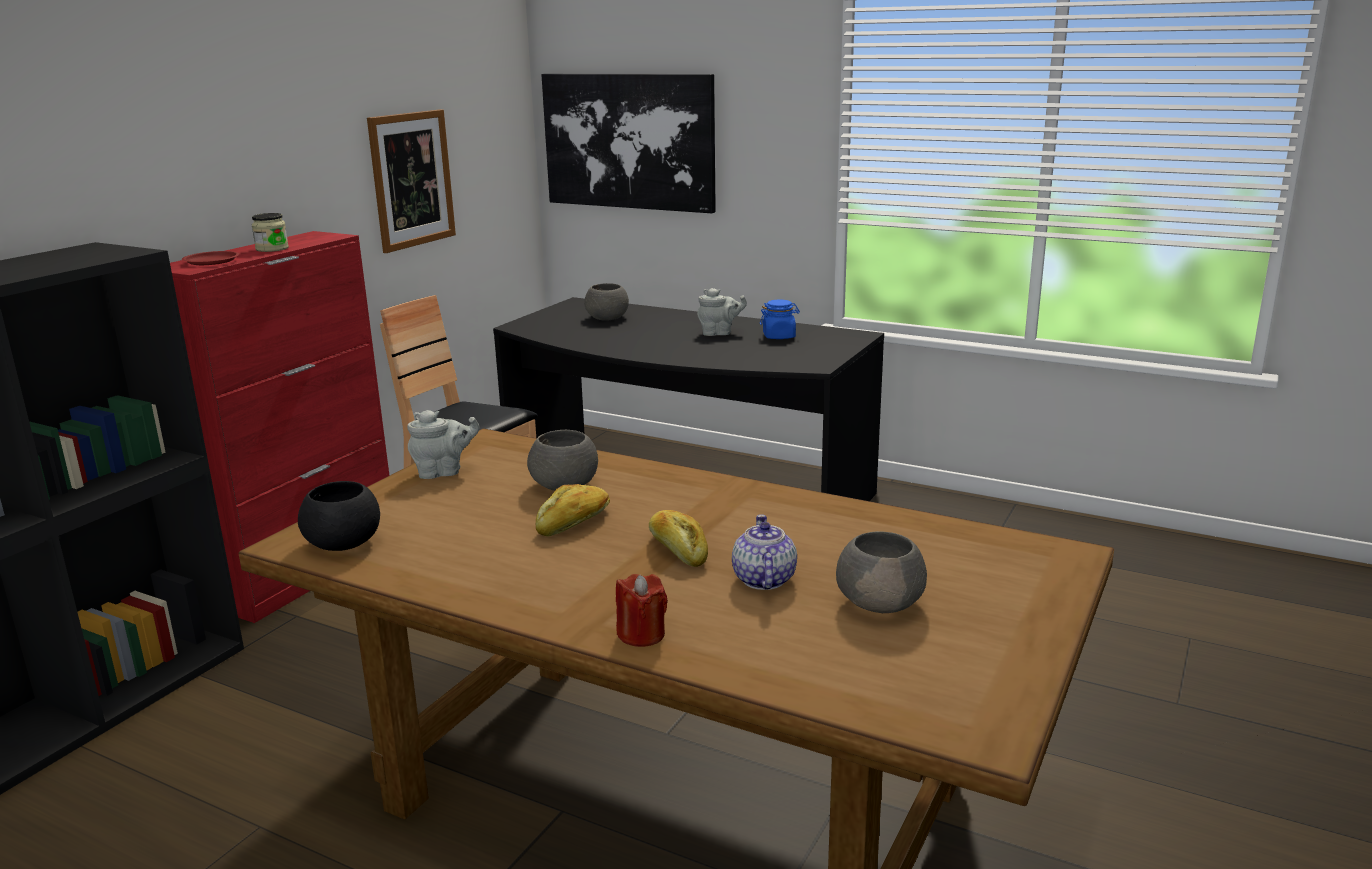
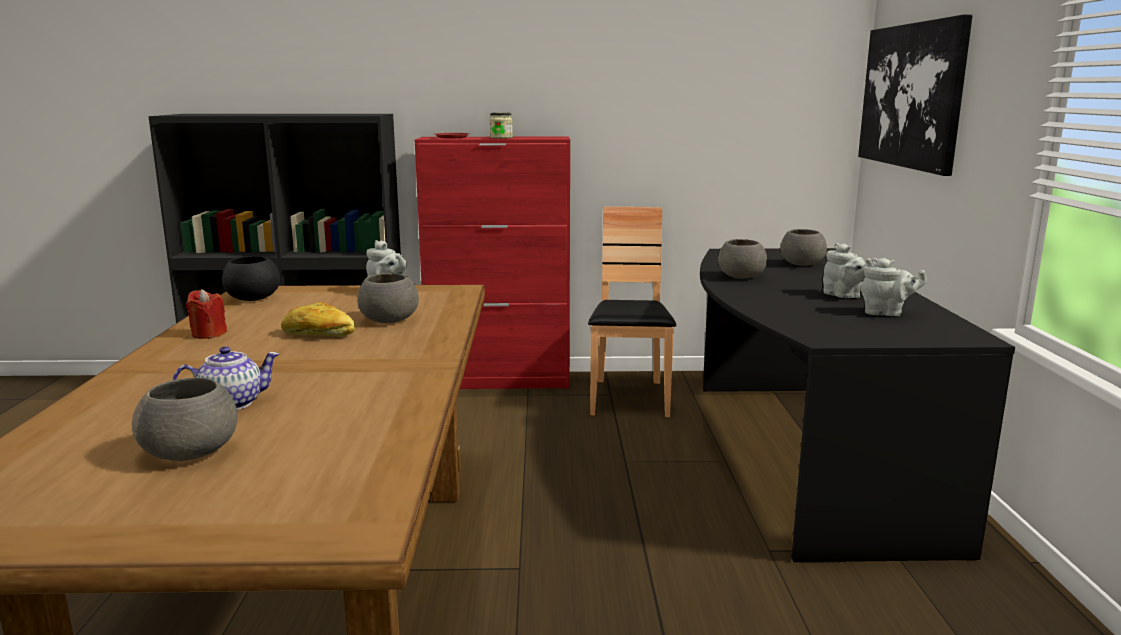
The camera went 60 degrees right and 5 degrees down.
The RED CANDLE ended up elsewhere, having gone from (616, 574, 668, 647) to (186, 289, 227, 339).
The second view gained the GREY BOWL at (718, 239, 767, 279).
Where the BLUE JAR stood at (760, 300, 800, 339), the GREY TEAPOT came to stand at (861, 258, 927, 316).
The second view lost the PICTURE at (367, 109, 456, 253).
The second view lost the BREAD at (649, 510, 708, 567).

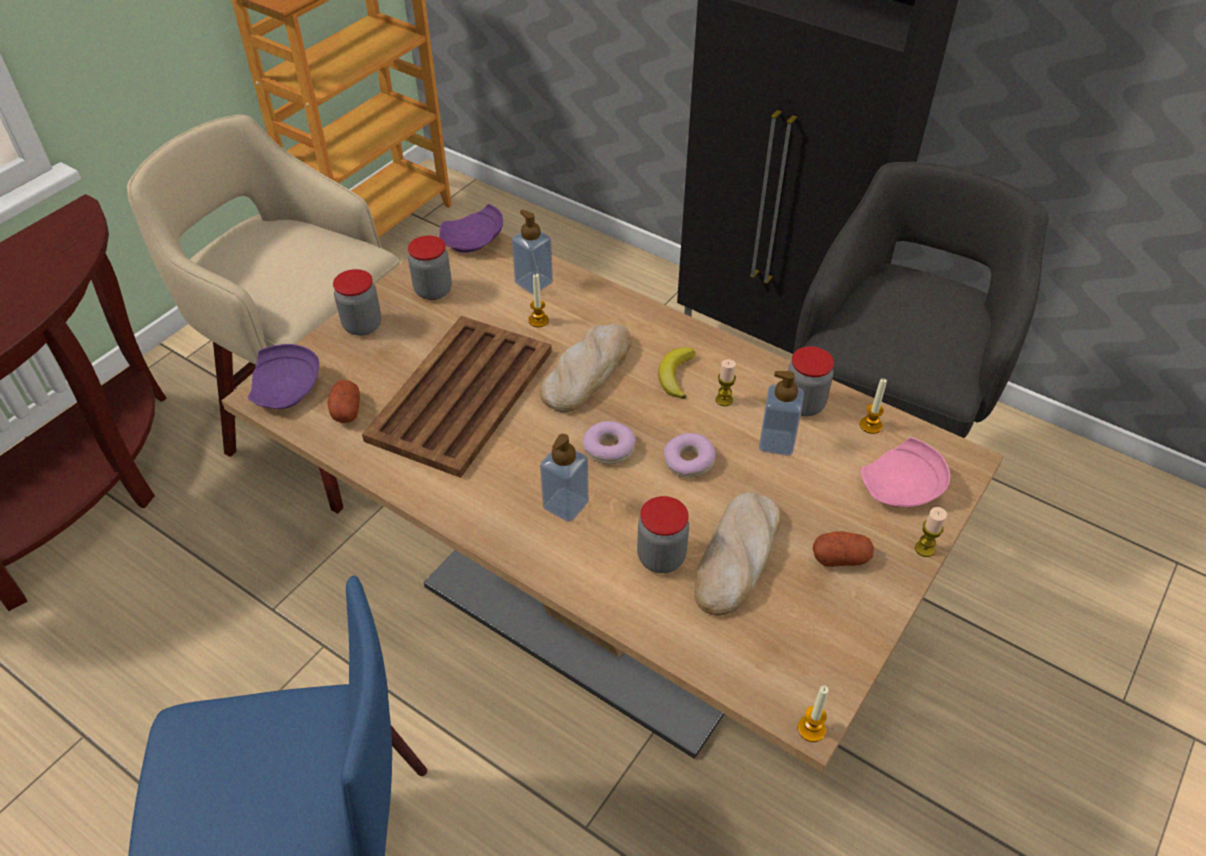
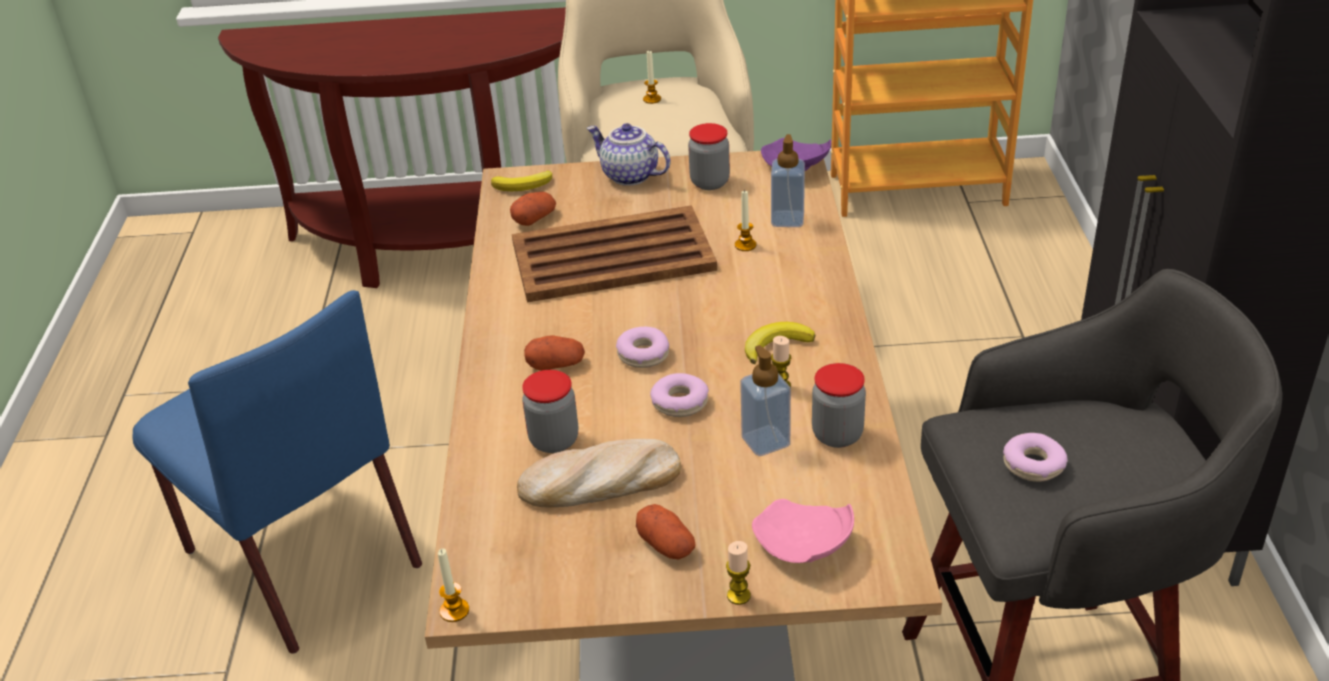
The camera went 55 degrees right and 10 degrees down.
Where the PURPLE PLATE stood at (248, 344, 319, 409), the BANANA came to stand at (491, 171, 552, 191).
Where the SOAP DISPENSER stood at (540, 434, 589, 522), the POTATO came to stand at (524, 335, 585, 371).
Where the JAR stood at (333, 269, 381, 336), the TEAPOT came to stand at (587, 123, 670, 186).
The CANDLE ended up elsewhere, having gone from (860, 379, 887, 434) to (643, 51, 661, 104).
The second view gained the DONUT at (1003, 433, 1068, 482).
The second view lost the BREAD at (540, 324, 632, 412).

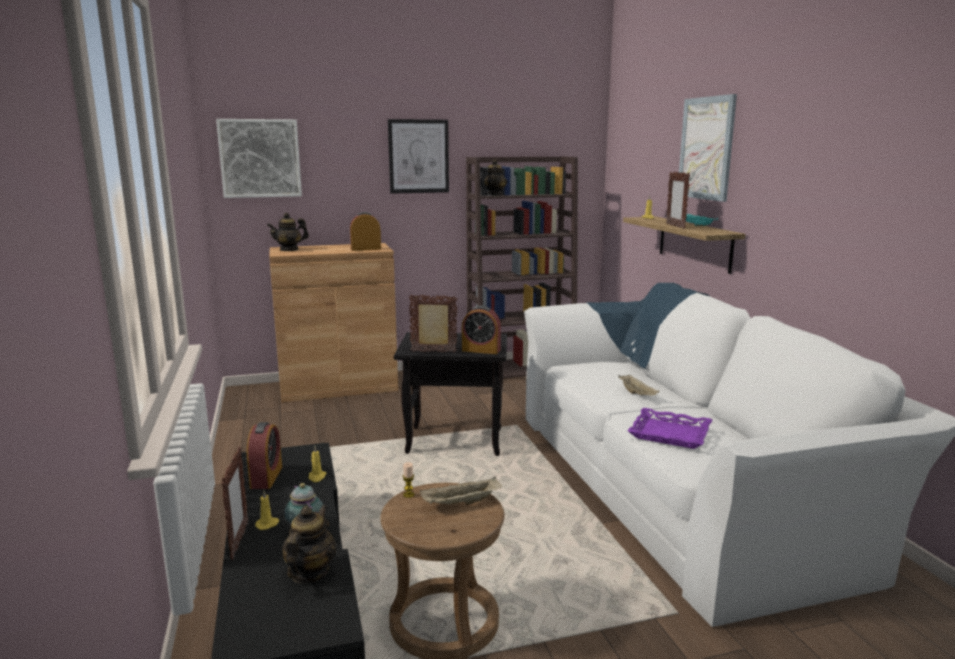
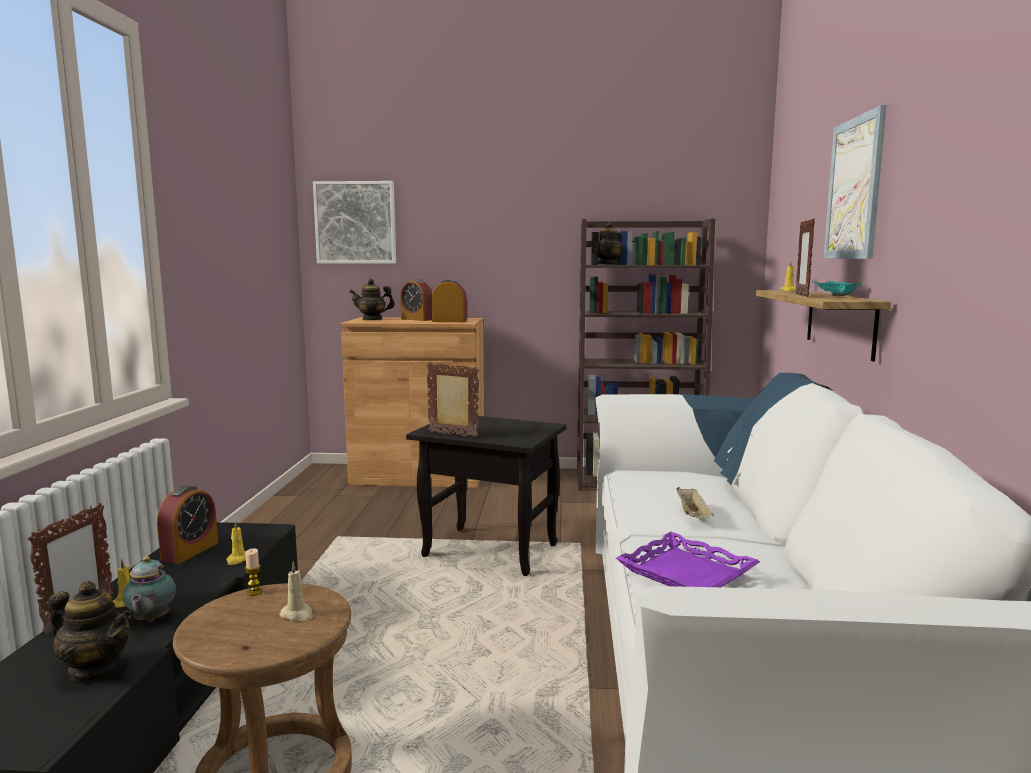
The camera went 20 degrees right and 5 degrees down.
The TEAPOT at (282, 505, 337, 584) ended up facing another way, 75 degrees clockwise from before.
Where the BEIGE TRAY stood at (420, 477, 502, 505), the BEIGE CANDLE came to stand at (279, 561, 312, 621).
The ALARM CLOCK ended up elsewhere, having gone from (462, 306, 501, 354) to (400, 279, 432, 321).
The second view lost the PICTURE at (388, 119, 449, 194).

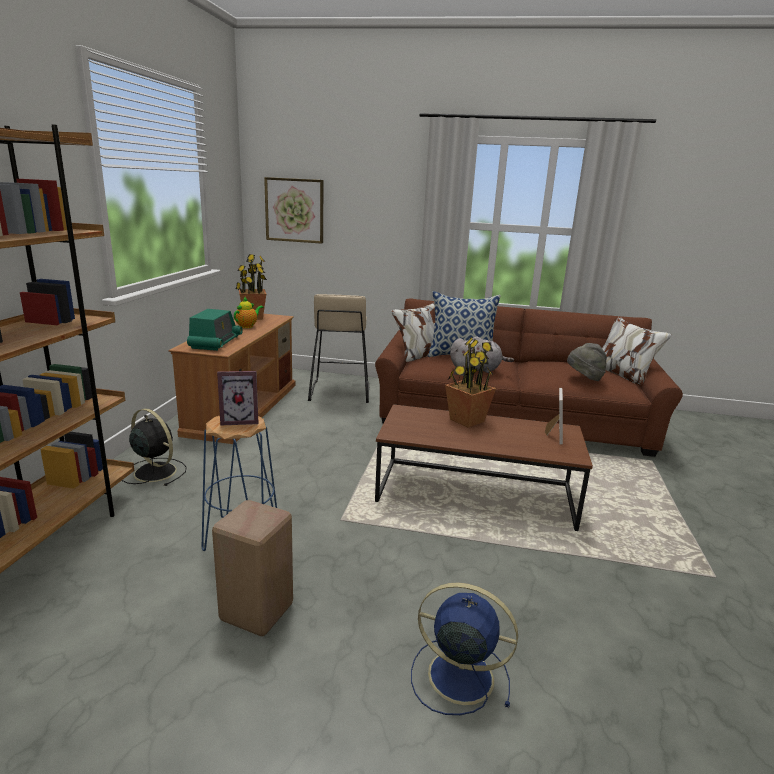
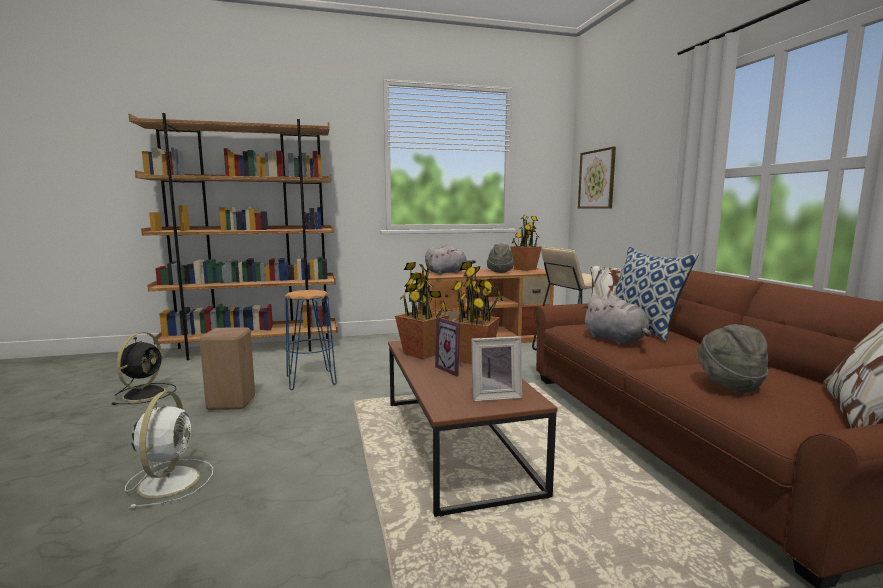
The camera went 65 degrees right and 10 degrees down.
The BLACK FAN ended up elsewhere, having gone from (122, 408, 186, 486) to (112, 332, 176, 405).
What was the BLUE FAN at (411, 582, 518, 715) turned into the WHITE FAN at (125, 391, 213, 509).
The second view gained the POTTED PLANT at (395, 260, 449, 360).
Where the RADIO stood at (187, 309, 243, 351), the GREY PLUSH TOY came to stand at (425, 245, 476, 275).
The PICTURE FRAME ended up elsewhere, having gone from (217, 371, 258, 425) to (435, 317, 463, 377).
Where the TEAPOT stood at (234, 297, 263, 328), the GREY HAT came to stand at (487, 243, 514, 273).

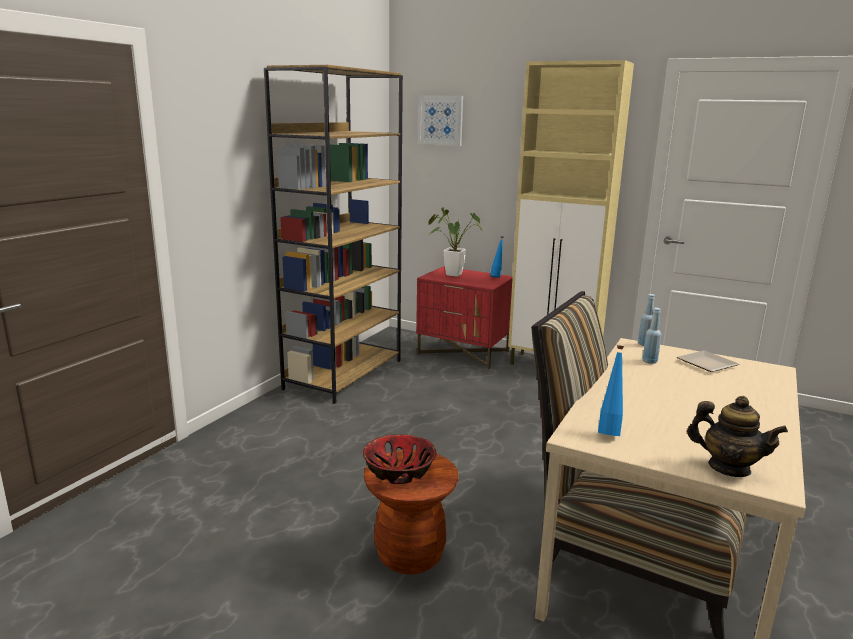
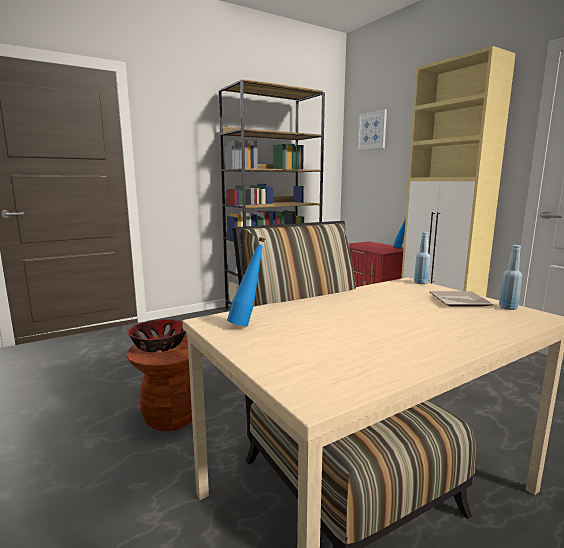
The camera went 30 degrees right and 5 degrees down.
The BLUE BOTTLE ended up elsewhere, having gone from (642, 308, 661, 364) to (499, 245, 522, 310).
The second view lost the POTTED PLANT at (428, 207, 483, 277).
The second view lost the TEAPOT at (687, 396, 788, 477).

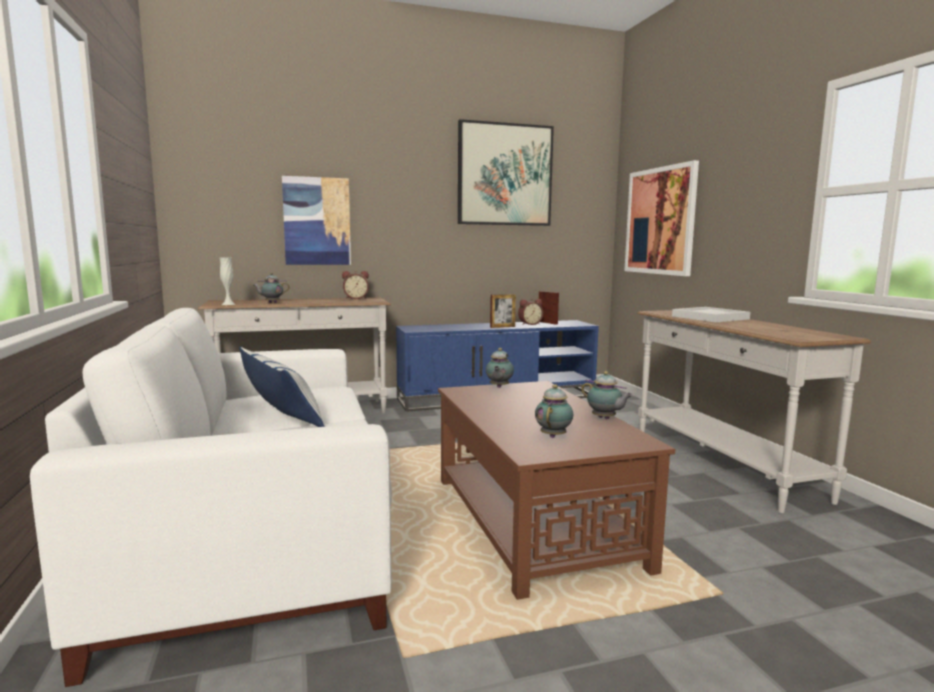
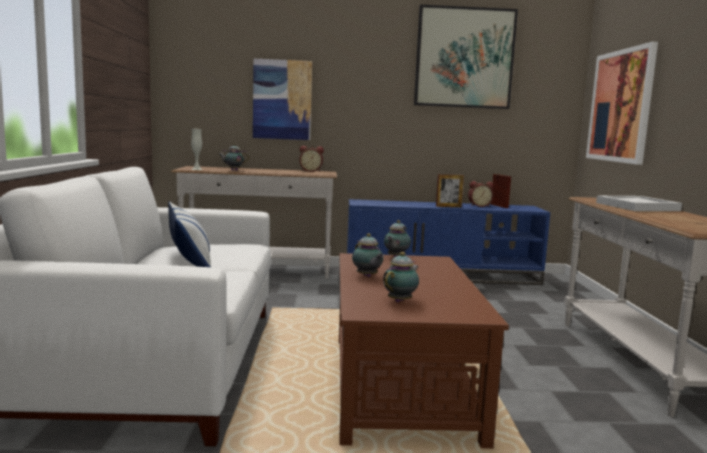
The camera went 15 degrees right and 0 degrees up.
The TEAPOT ended up elsewhere, having gone from (581, 371, 633, 419) to (352, 233, 384, 277).

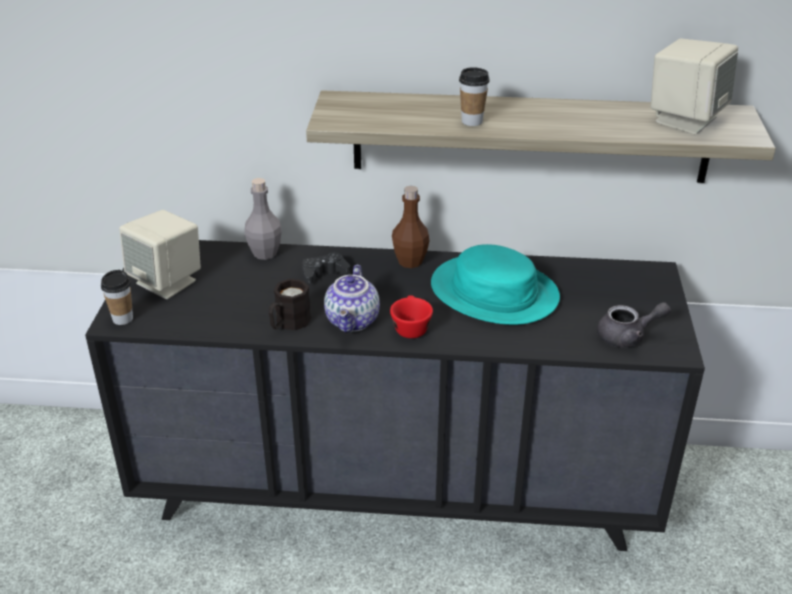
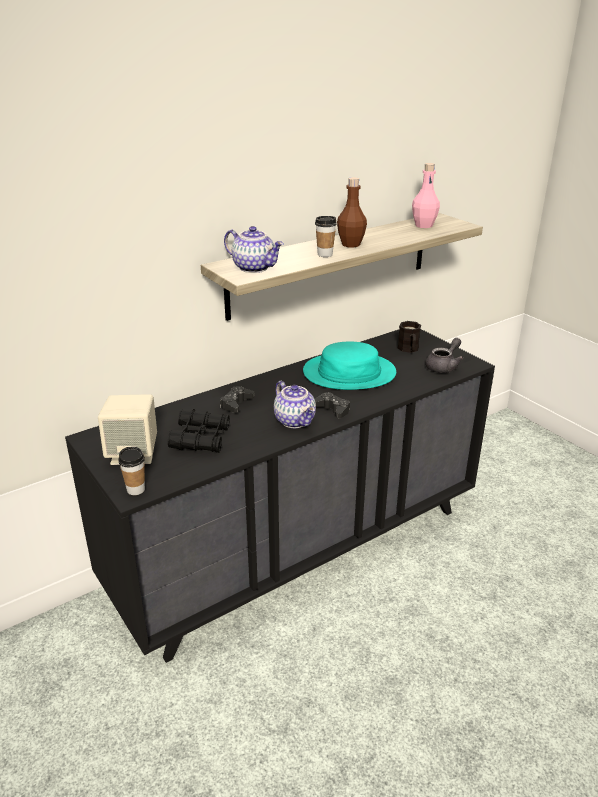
The camera went 40 degrees left and 5 degrees down.
The second view gained the BLACK BINOCULARS at (168, 409, 230, 453).
The second view gained the TEAPOT at (224, 226, 284, 273).
Where the RED CUP stood at (390, 295, 433, 338), the BLACK GAME CONTROLLER came to stand at (315, 392, 350, 418).
The BROWN BOTTLE ended up elsewhere, having gone from (392, 186, 430, 268) to (337, 177, 367, 248).
The BLACK MUG ended up elsewhere, having gone from (269, 279, 311, 330) to (398, 321, 421, 353).
Where the BEIGE SPEAKER stood at (650, 39, 738, 134), the PINK BOTTLE came to stand at (412, 163, 440, 228).
The second view lost the GREY BOTTLE at (245, 178, 281, 260).

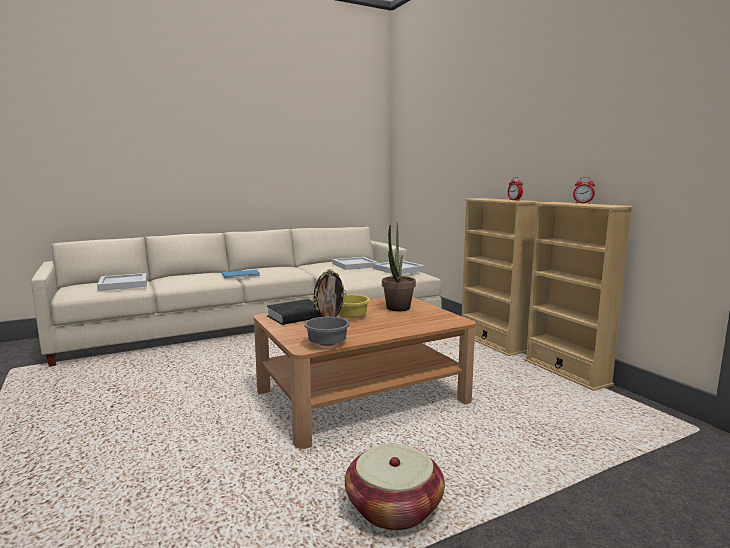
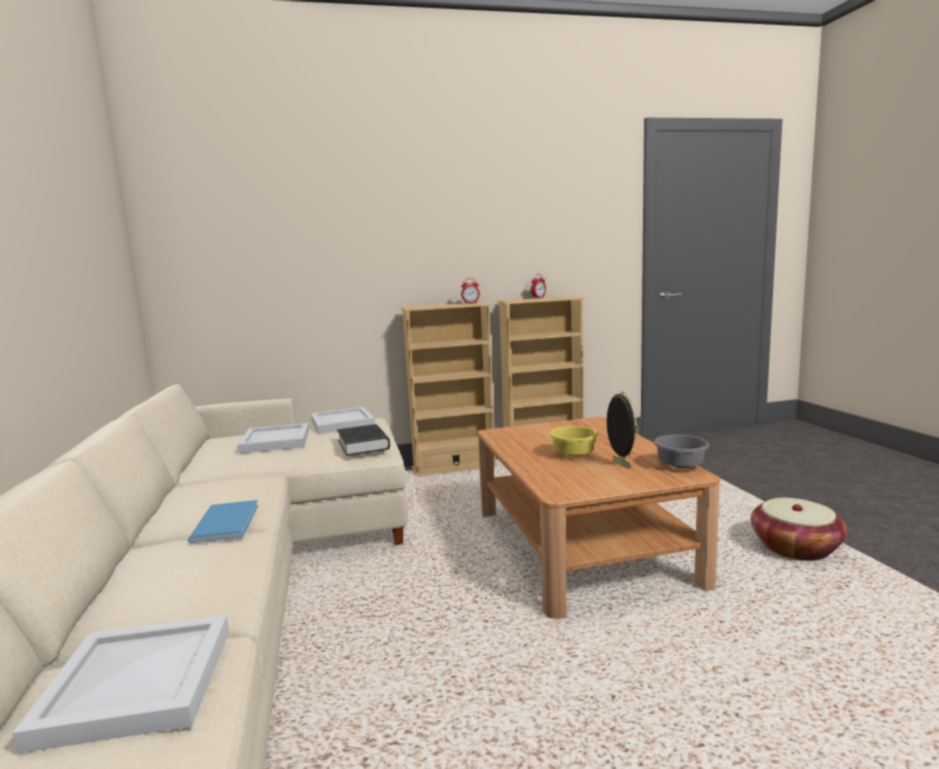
The camera went 75 degrees left and 0 degrees up.
The BLACK BOOK ended up elsewhere, having gone from (267, 299, 319, 325) to (337, 424, 390, 456).
The second view lost the POTTED PLANT at (382, 222, 416, 311).

